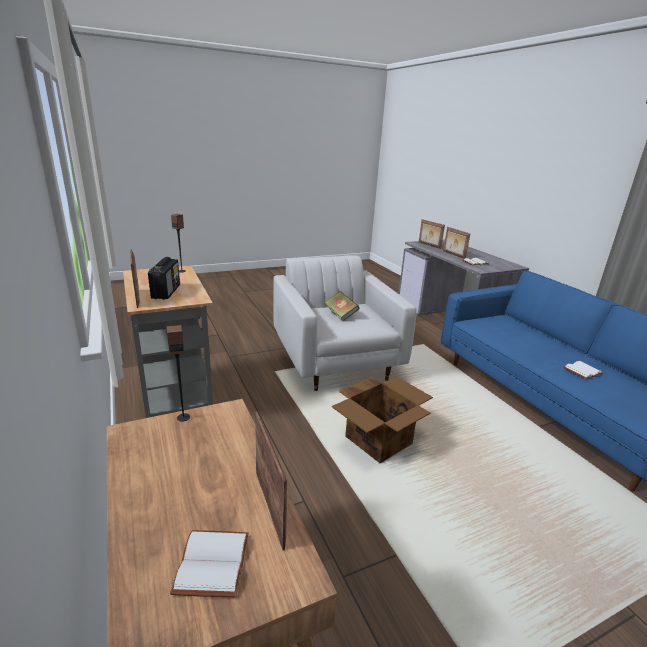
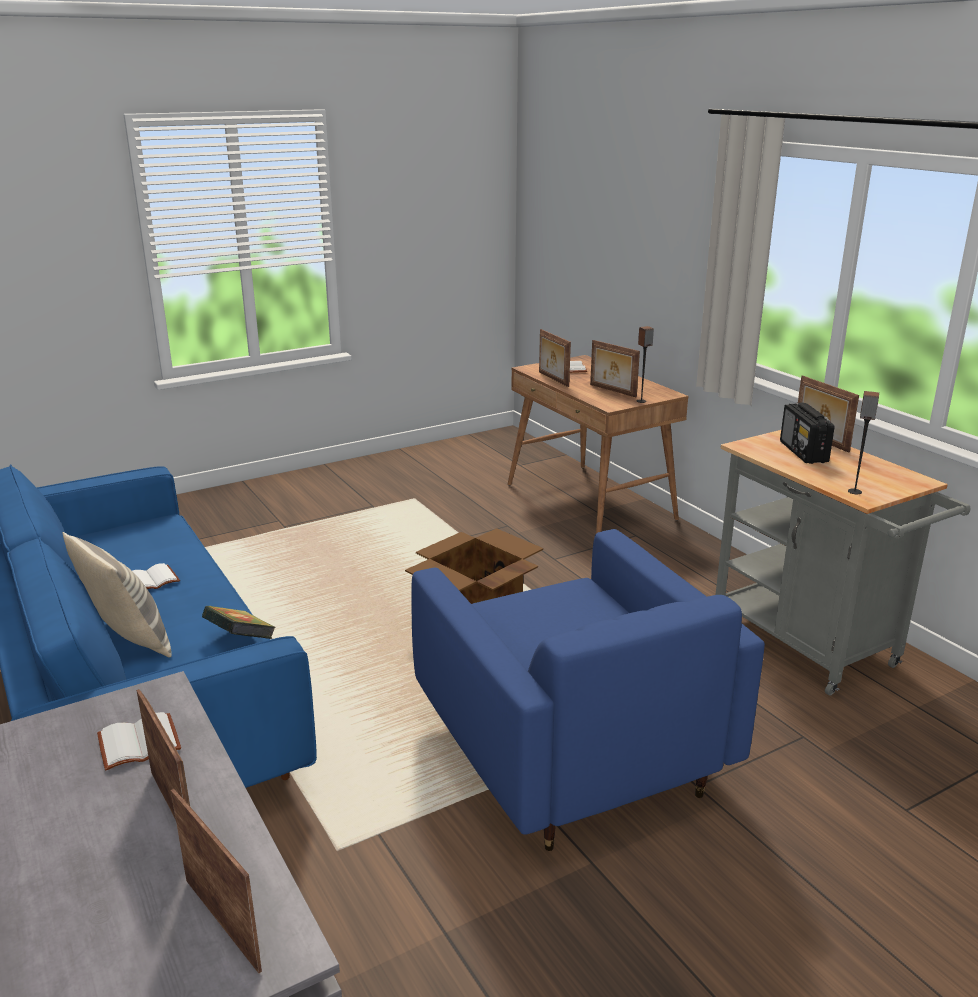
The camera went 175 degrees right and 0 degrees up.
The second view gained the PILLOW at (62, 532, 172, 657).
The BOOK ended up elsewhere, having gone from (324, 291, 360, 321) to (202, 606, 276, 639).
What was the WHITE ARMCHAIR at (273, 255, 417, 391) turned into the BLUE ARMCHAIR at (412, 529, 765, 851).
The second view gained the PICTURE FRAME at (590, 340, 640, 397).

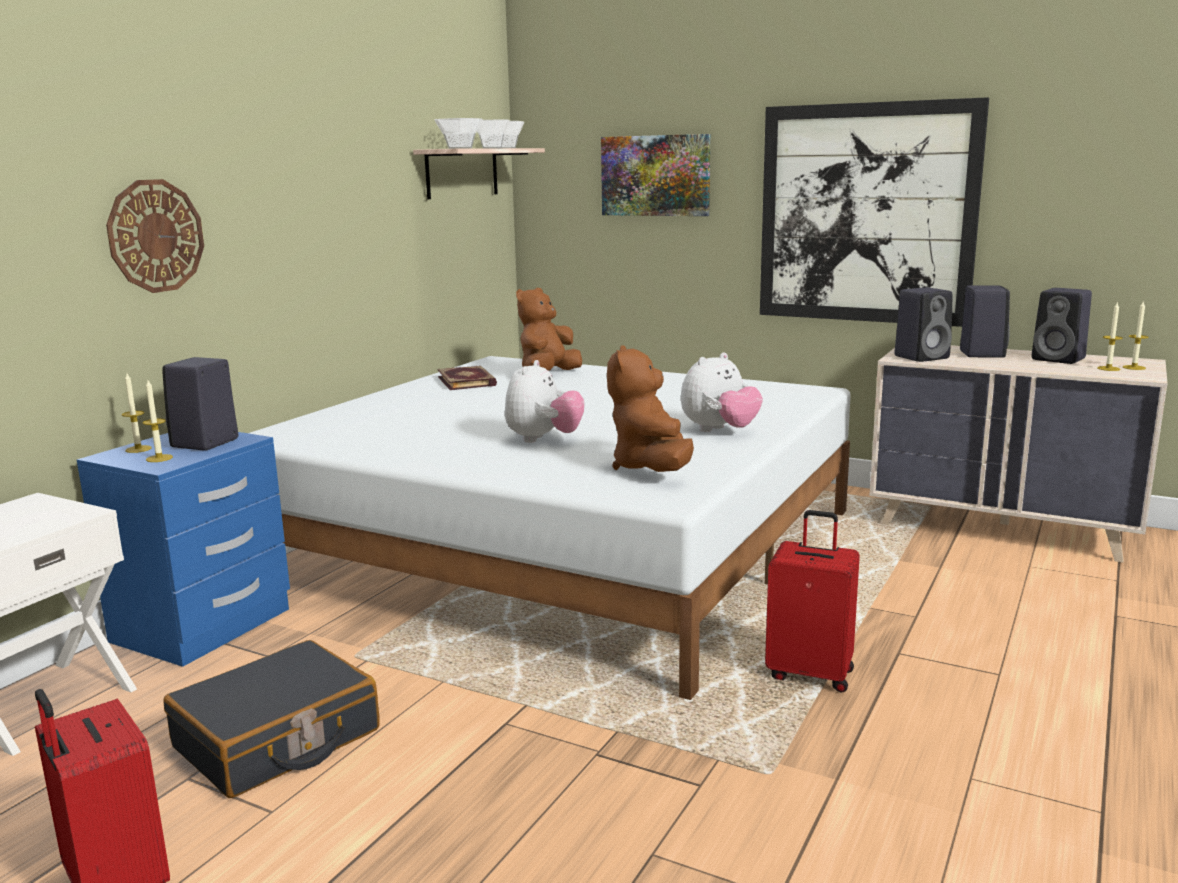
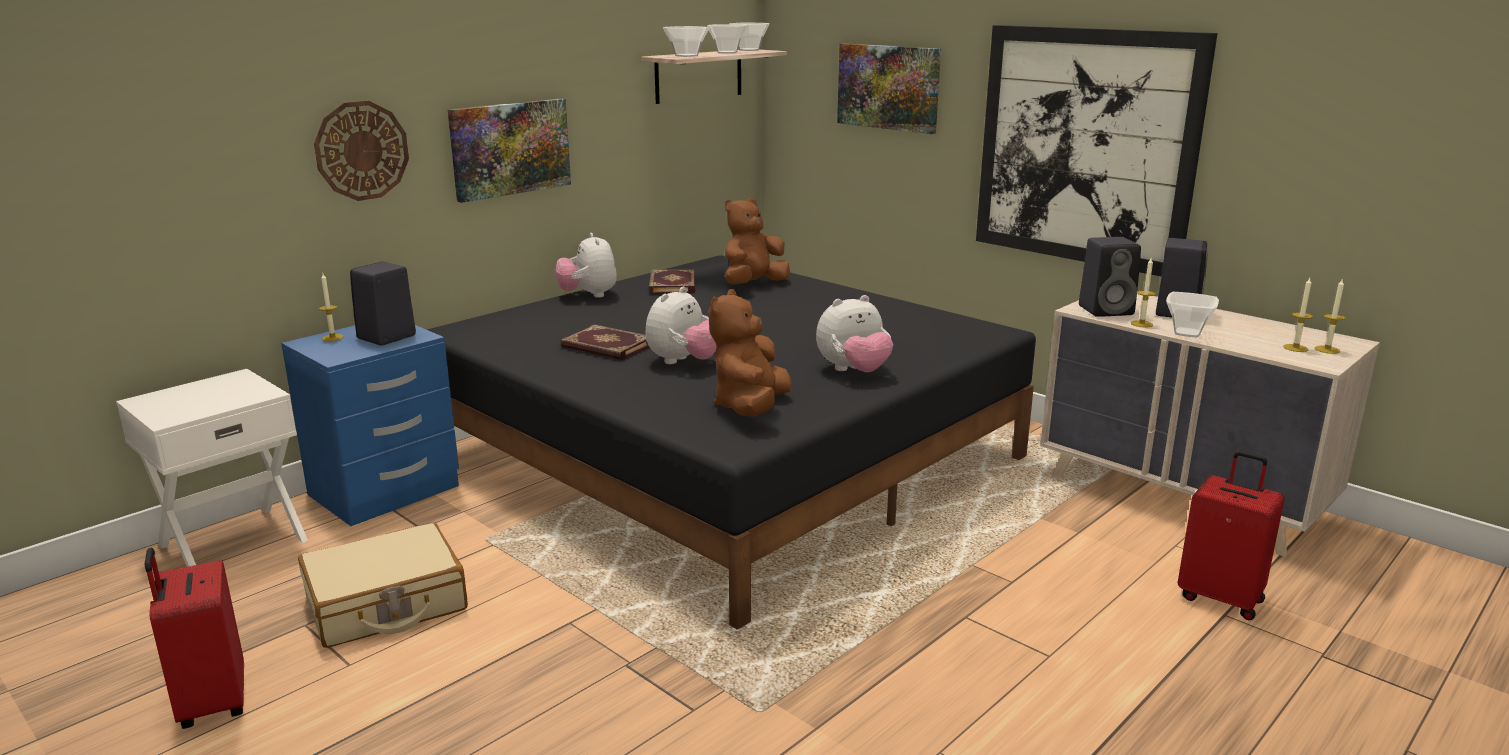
The camera went 15 degrees right and 5 degrees up.
What was the BLACK SUITCASE at (163, 640, 380, 798) turned into the BEIGE SUITCASE at (298, 523, 468, 648).
What was the WHITE BED at (249, 356, 851, 700) turned into the BLACK BED at (427, 255, 1036, 630).
The second view gained the PICTURE at (448, 98, 571, 203).
The second view gained the PLUSH TOY at (556, 233, 617, 298).
The second view gained the BOOK at (561, 324, 649, 360).
The CANDLE ended up elsewhere, having gone from (142, 380, 173, 462) to (1131, 258, 1156, 328).
The second view gained the BOWL at (1166, 292, 1219, 337).
The RED SUITCASE ended up elsewhere, having gone from (765, 510, 860, 692) to (1178, 451, 1285, 620).
The second view lost the BLACK SPEAKER at (1032, 288, 1092, 364).

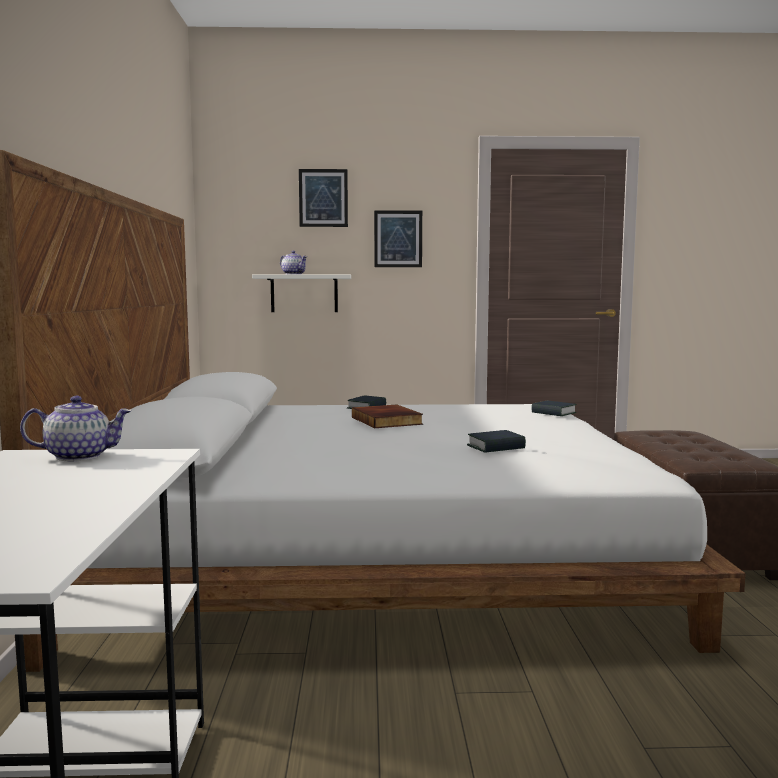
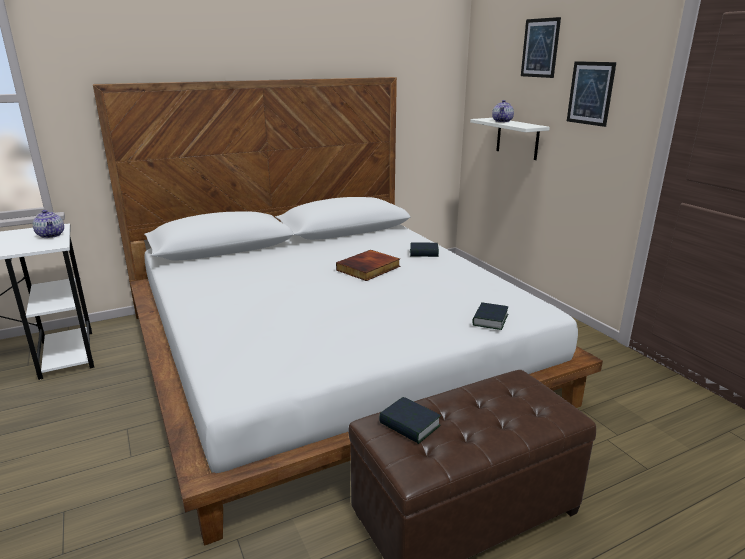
The camera went 65 degrees right and 15 degrees up.
The BOOK ended up elsewhere, having gone from (467, 430, 526, 453) to (379, 397, 441, 444).

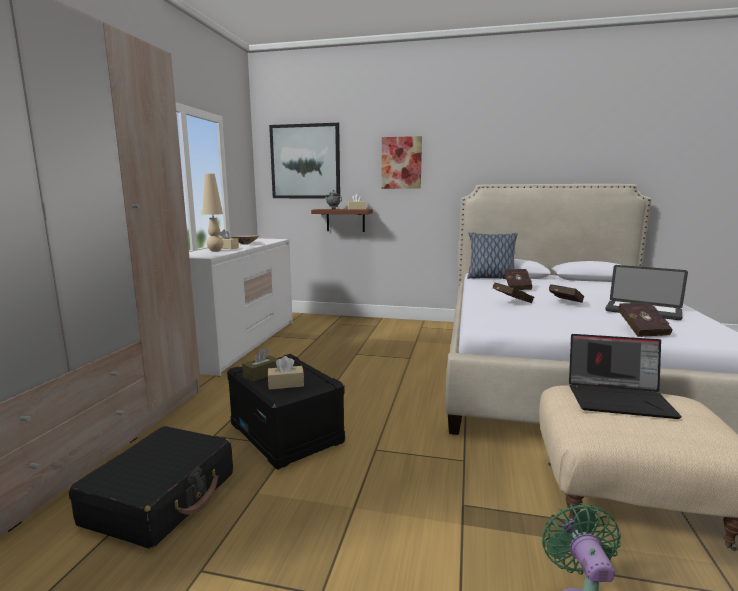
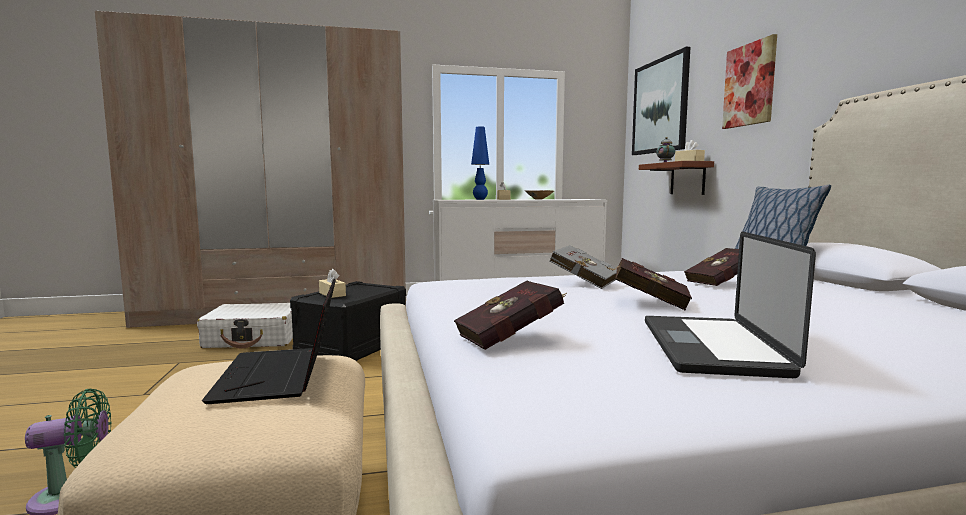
The camera went 65 degrees right and 5 degrees down.
What was the BLACK SUITCASE at (69, 426, 233, 549) turned into the WHITE SUITCASE at (197, 303, 293, 349).
What was the BEIGE TABLE LAMP at (203, 174, 223, 252) turned into the BLUE TABLE LAMP at (471, 126, 490, 200).
What was the RED BOOK at (493, 283, 534, 303) turned into the GREY BOOK at (549, 245, 617, 289).
The second view lost the BROWN TISSUE BOX at (242, 349, 278, 382).

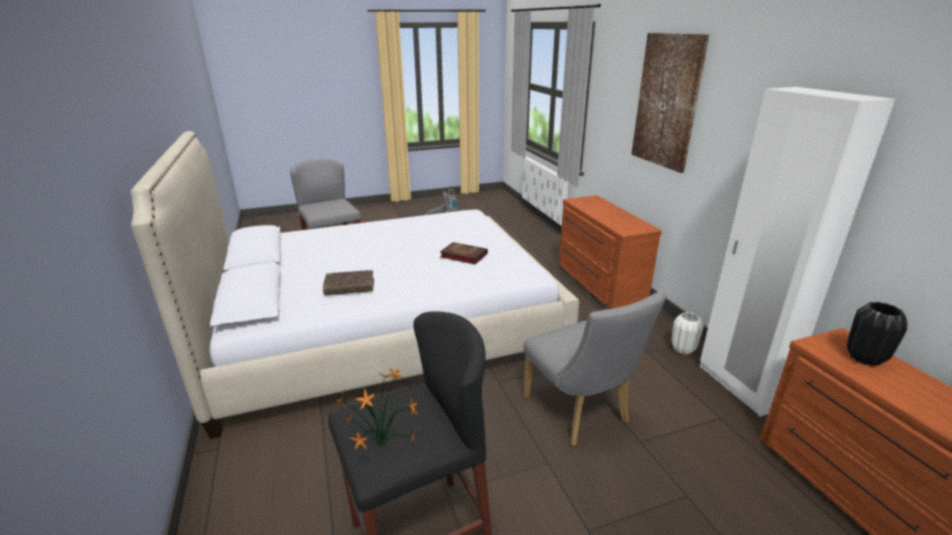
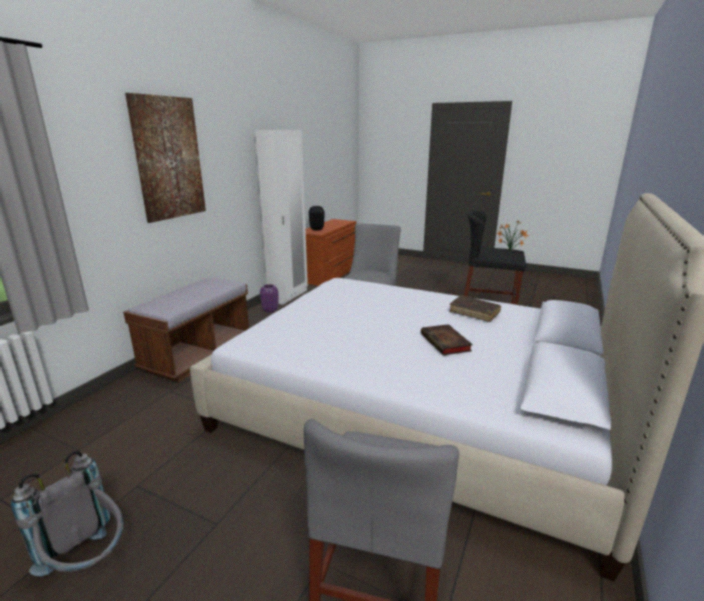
The camera went 135 degrees left and 5 degrees down.
Where the BROWN DRESSER stood at (559, 195, 662, 309), the BROWN BENCH came to stand at (123, 277, 249, 382).
What was the WHITE VASE at (671, 312, 704, 355) turned into the PURPLE VASE at (260, 284, 278, 313).
The BOOK ended up elsewhere, having gone from (440, 242, 488, 264) to (421, 324, 473, 355).

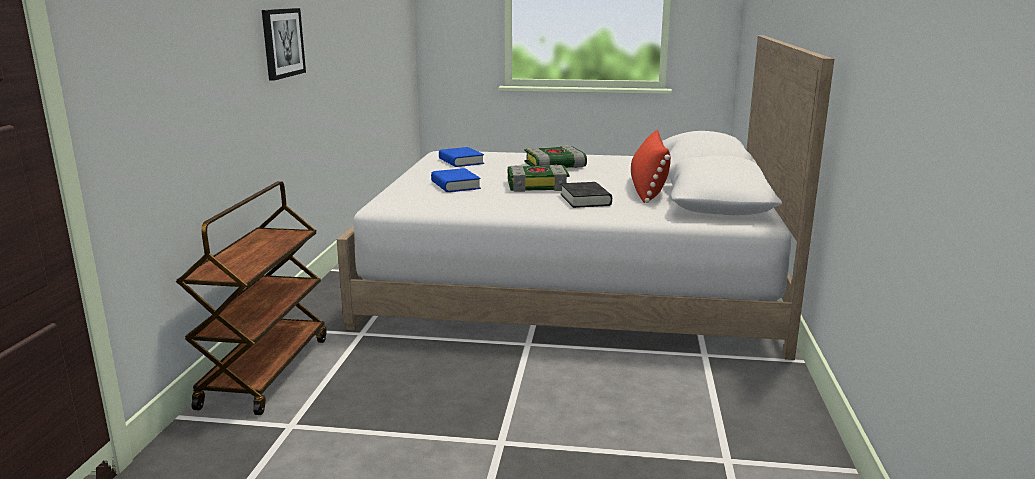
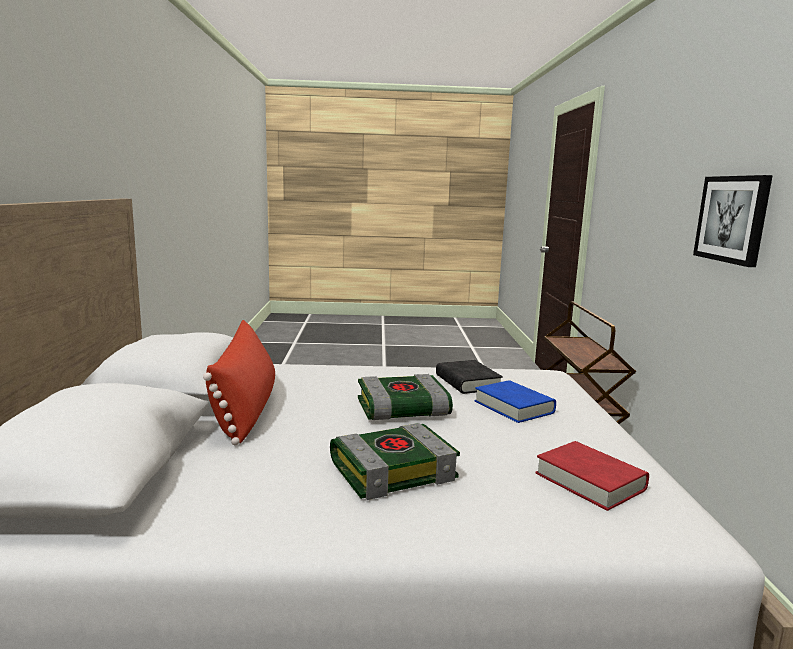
The camera went 170 degrees right and 5 degrees down.
The BLACK BOOK ended up elsewhere, having gone from (561, 182, 612, 208) to (436, 360, 503, 394).
What was the BLUE BOOK at (439, 147, 484, 167) turned into the RED BOOK at (535, 441, 649, 511).

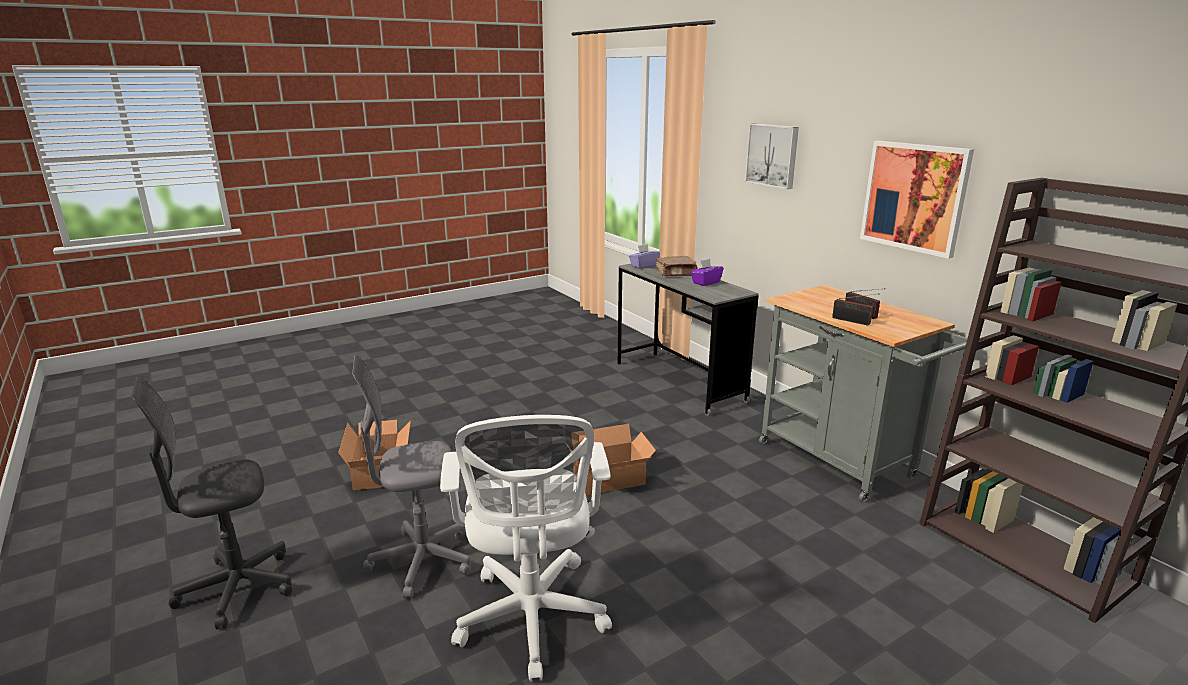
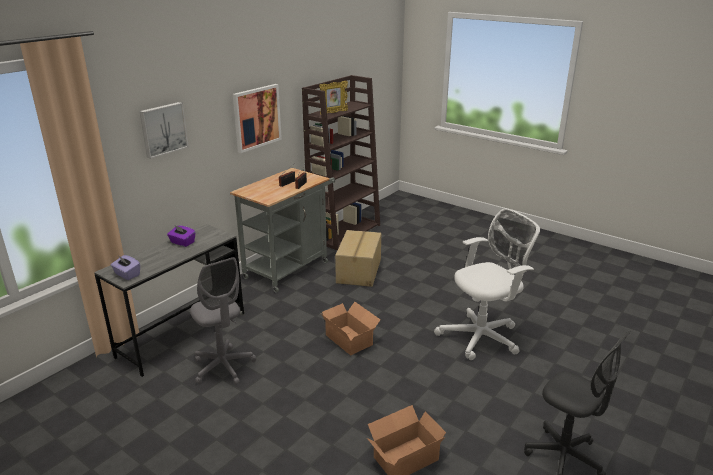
The camera went 110 degrees left and 5 degrees up.
The GREY OFFICE CHAIR ended up elsewhere, having gone from (352, 355, 471, 599) to (190, 257, 256, 385).
The second view gained the PICTURE FRAME at (319, 81, 348, 115).
The second view gained the CARDBOARD BOX at (335, 230, 381, 287).
The second view lost the BROWN BOOK at (656, 256, 697, 276).

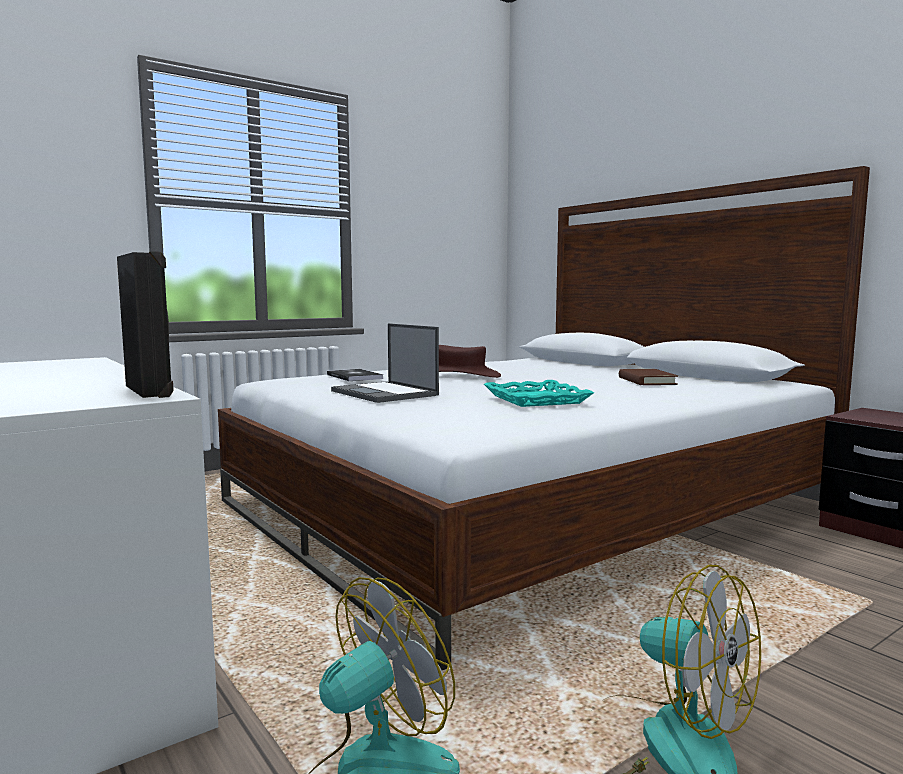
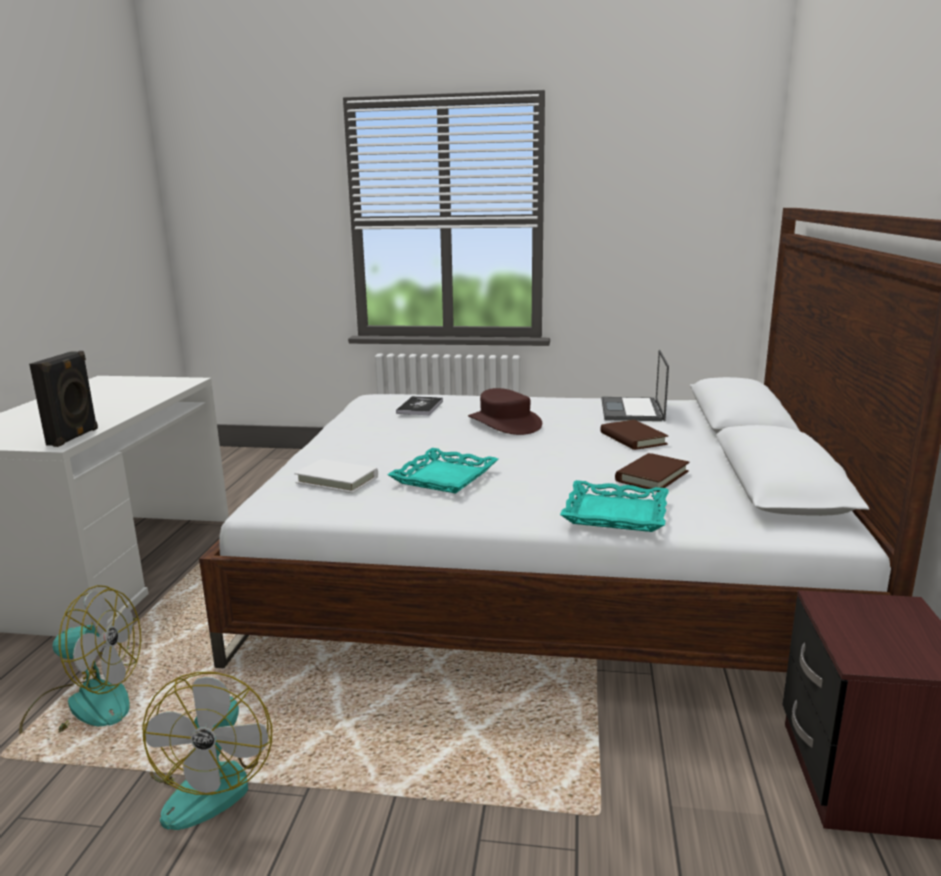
The camera went 45 degrees right and 10 degrees up.
The second view gained the WHITE BOOK at (295, 459, 378, 493).
The second view gained the TURQUOISE TRAY at (560, 480, 669, 532).
The second view gained the BROWN BOOK at (600, 420, 668, 450).
The LAPTOP ended up elsewhere, having gone from (331, 323, 439, 403) to (602, 350, 669, 421).

